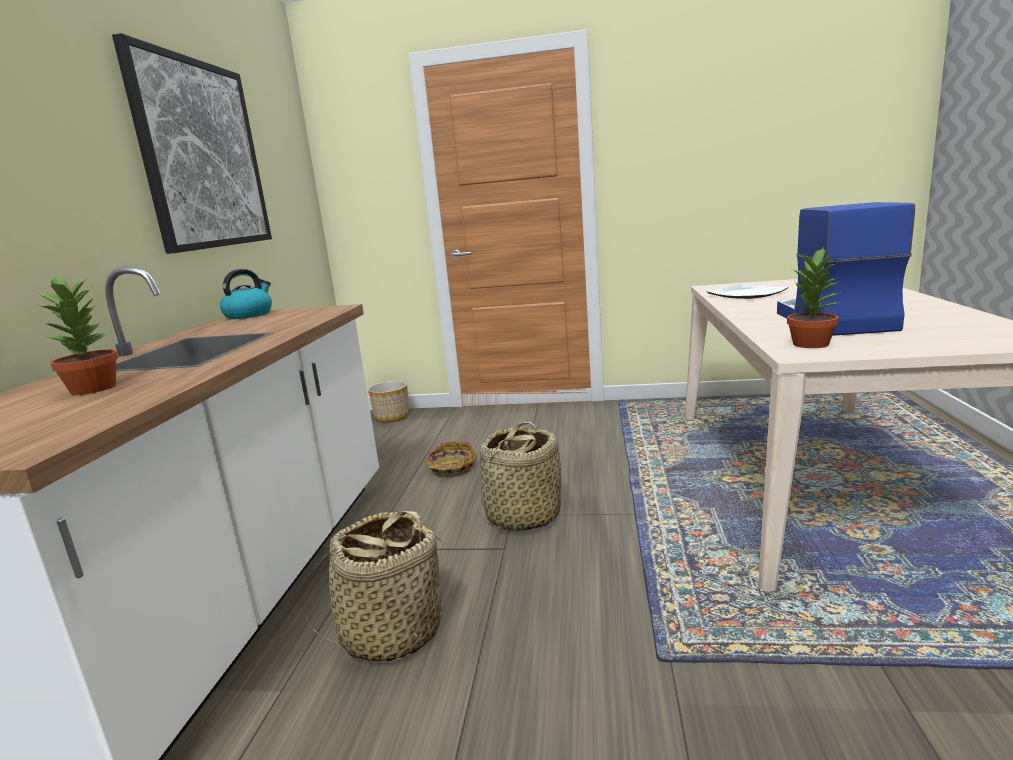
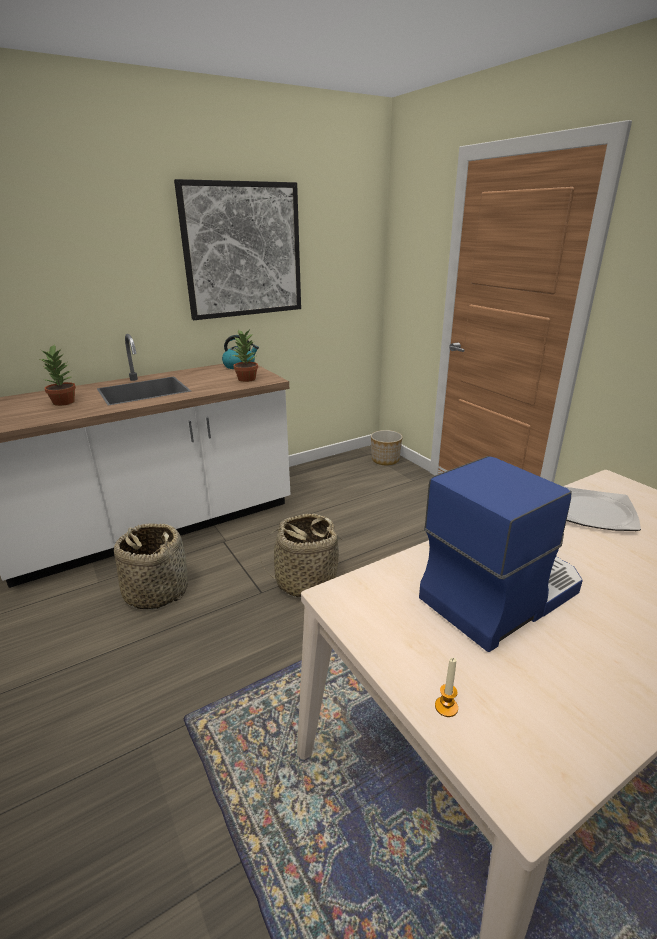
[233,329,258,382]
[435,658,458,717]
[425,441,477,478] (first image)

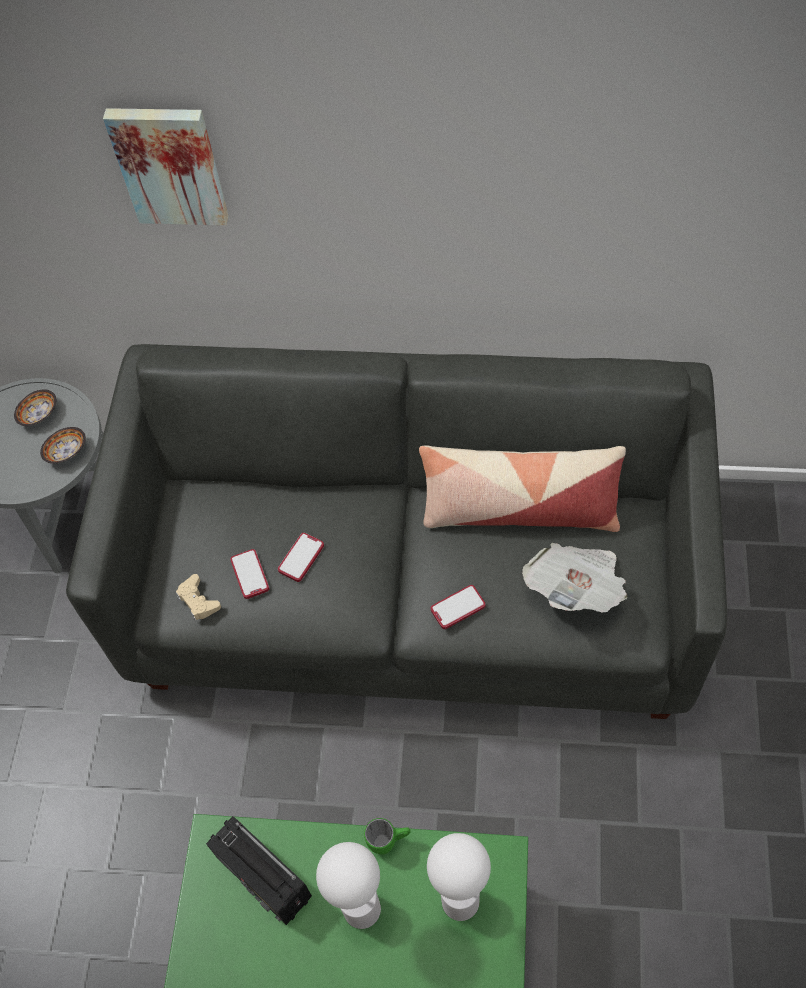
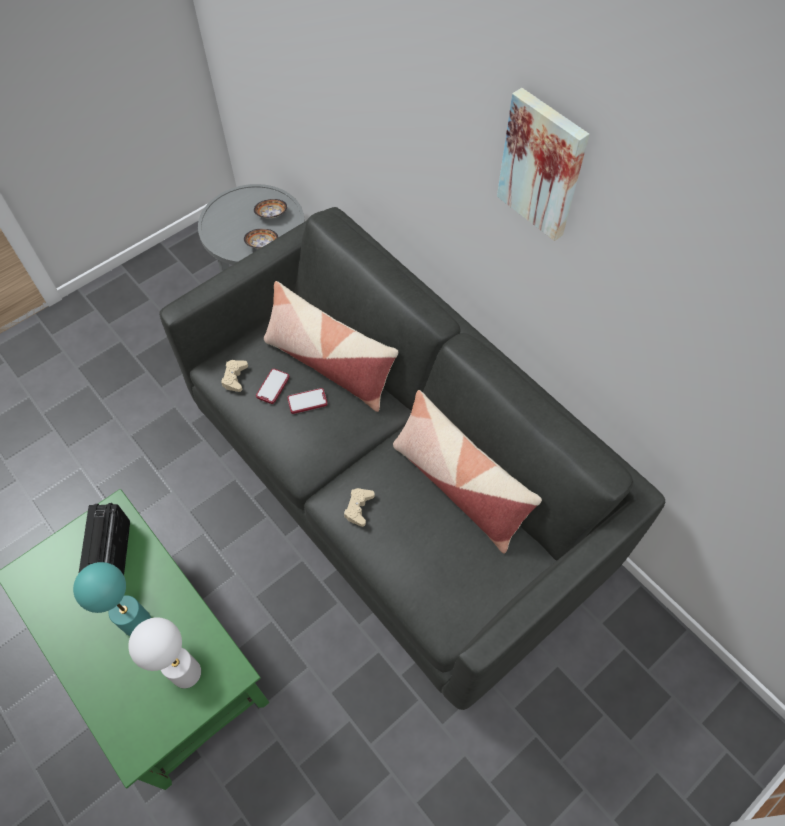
[73,562,151,636]
[264,281,398,412]
[344,488,375,527]
[497,88,590,241]
[364,818,411,855] (first image)
[522,543,628,613] (first image)

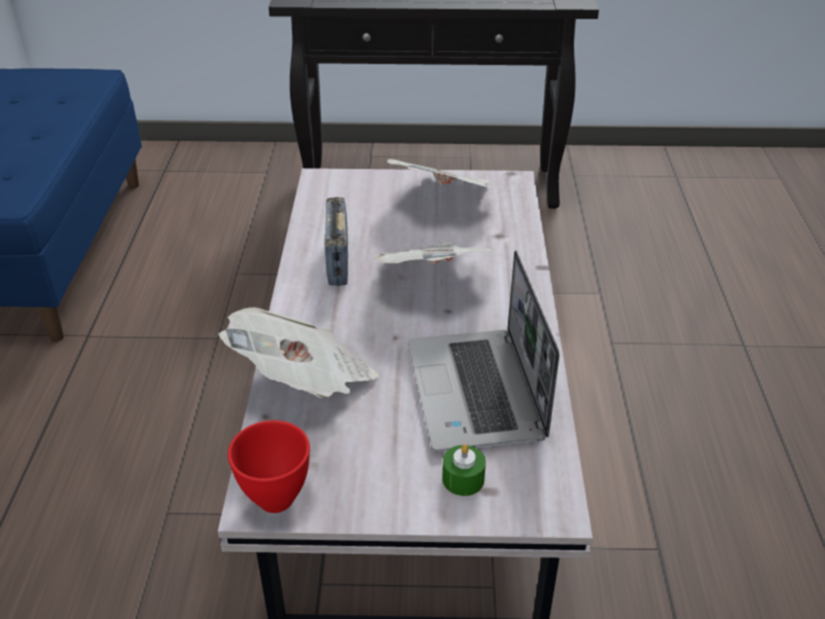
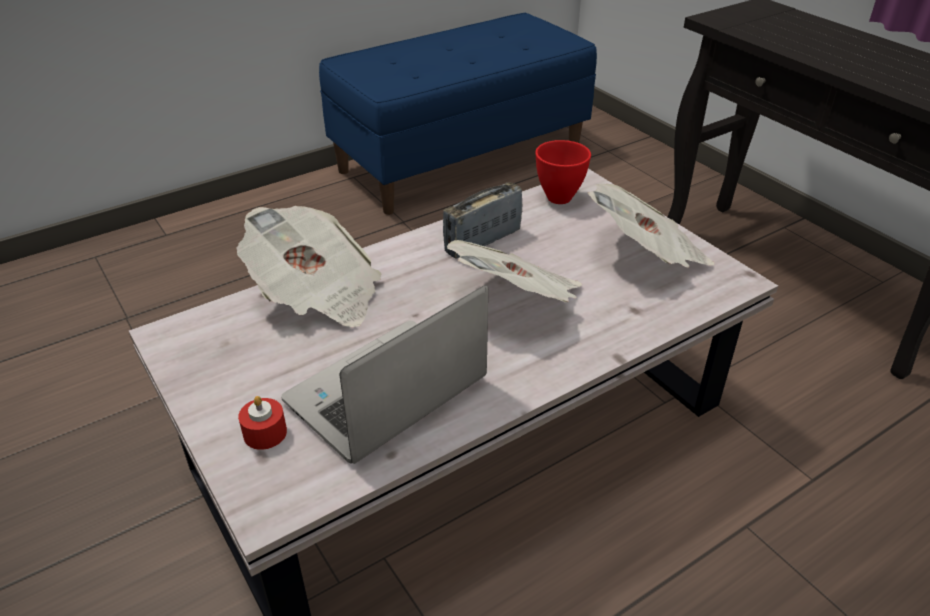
[238,396,287,450]
[535,140,591,204]

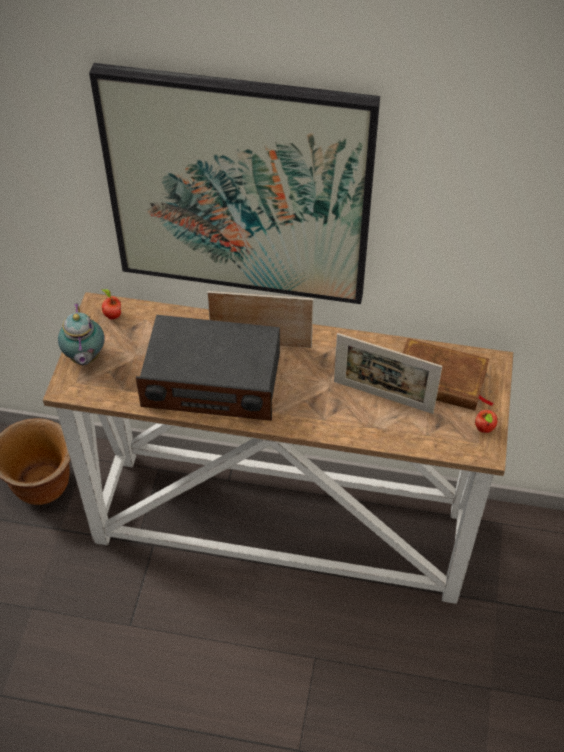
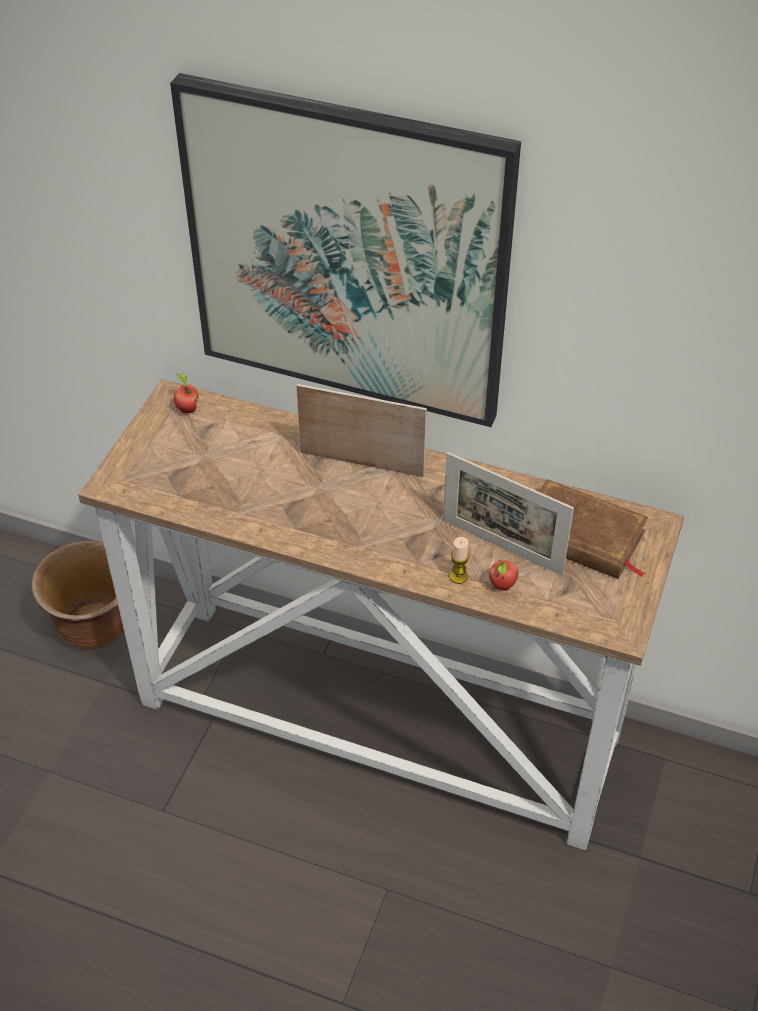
[450,537,470,584]
[489,560,518,591]
[58,303,104,365] (first image)
[136,315,280,421] (first image)

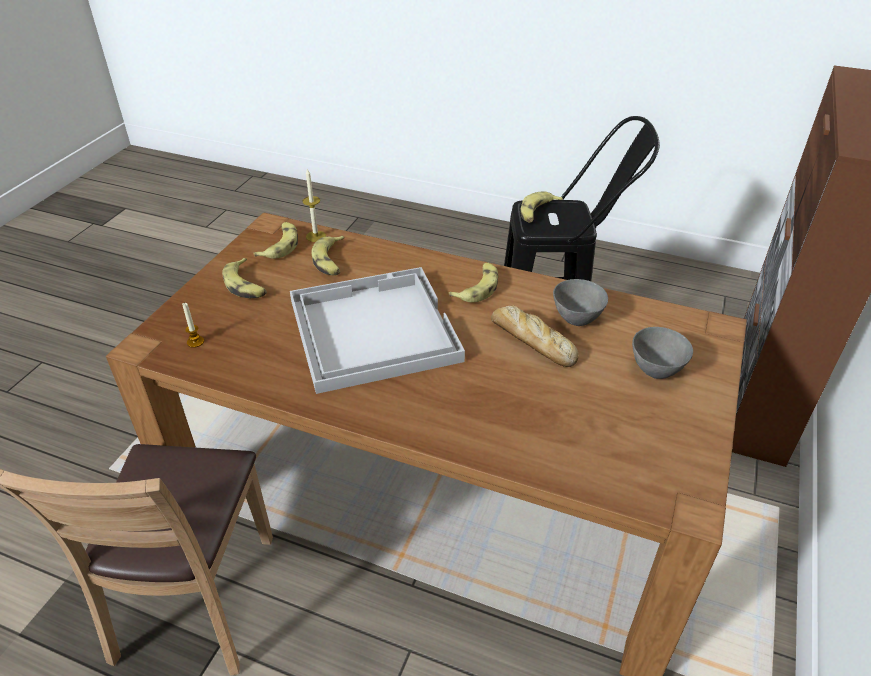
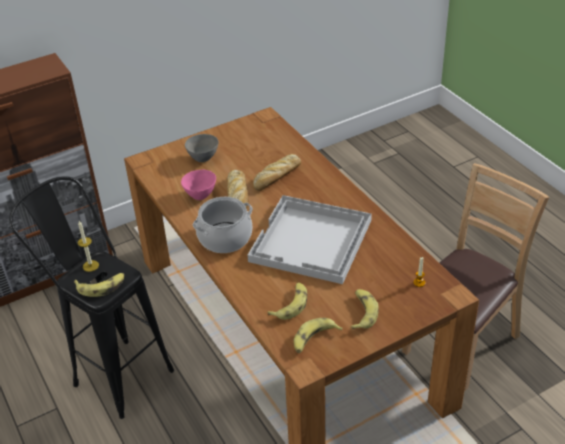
[78,221,99,272]
[181,170,216,200]
[193,197,253,253]
[253,154,301,191]

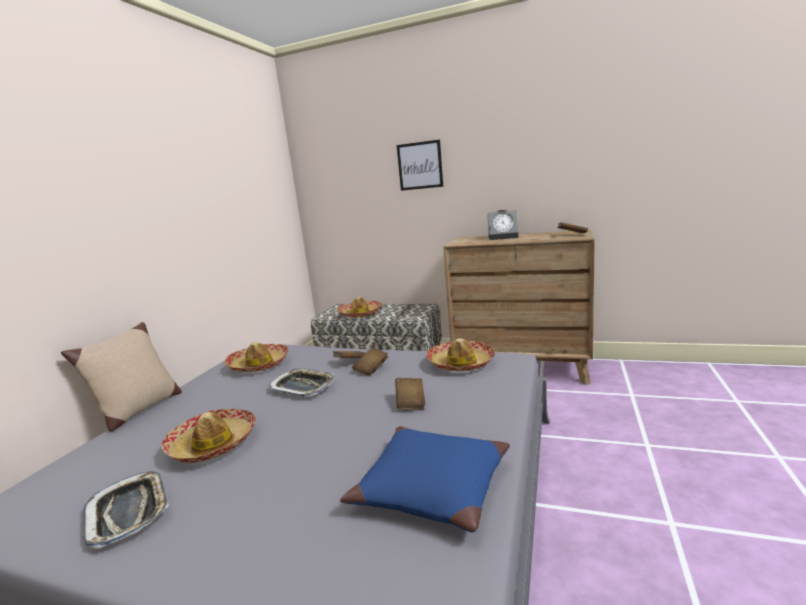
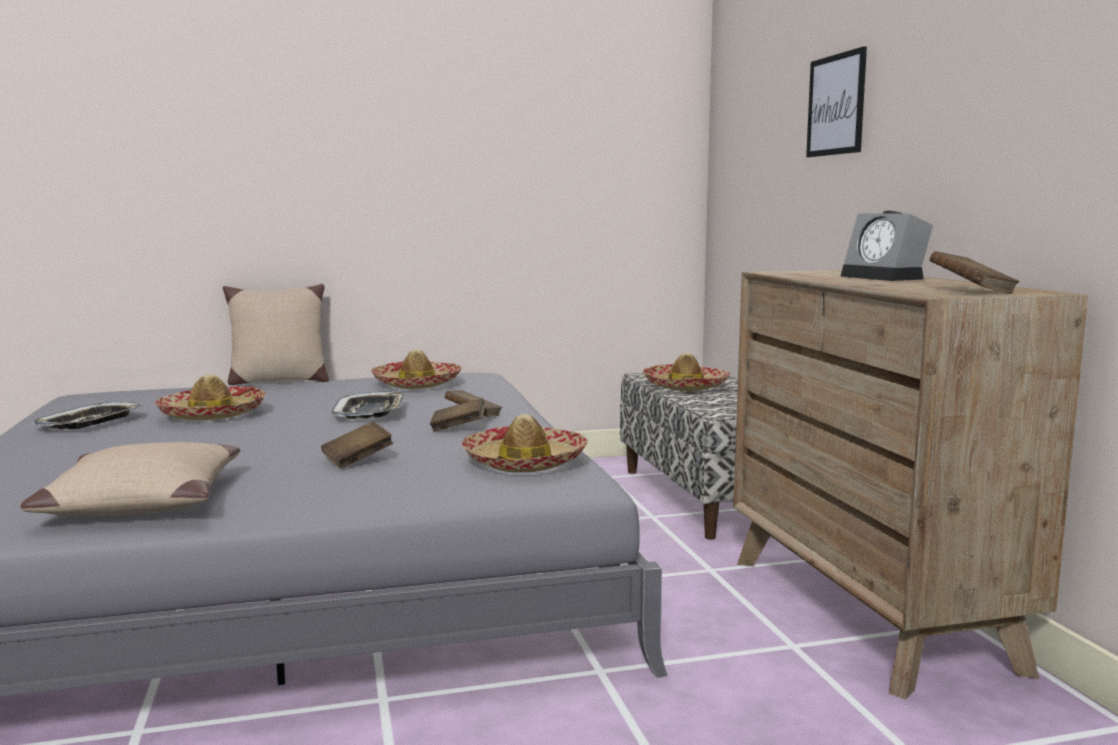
[21,442,240,516]

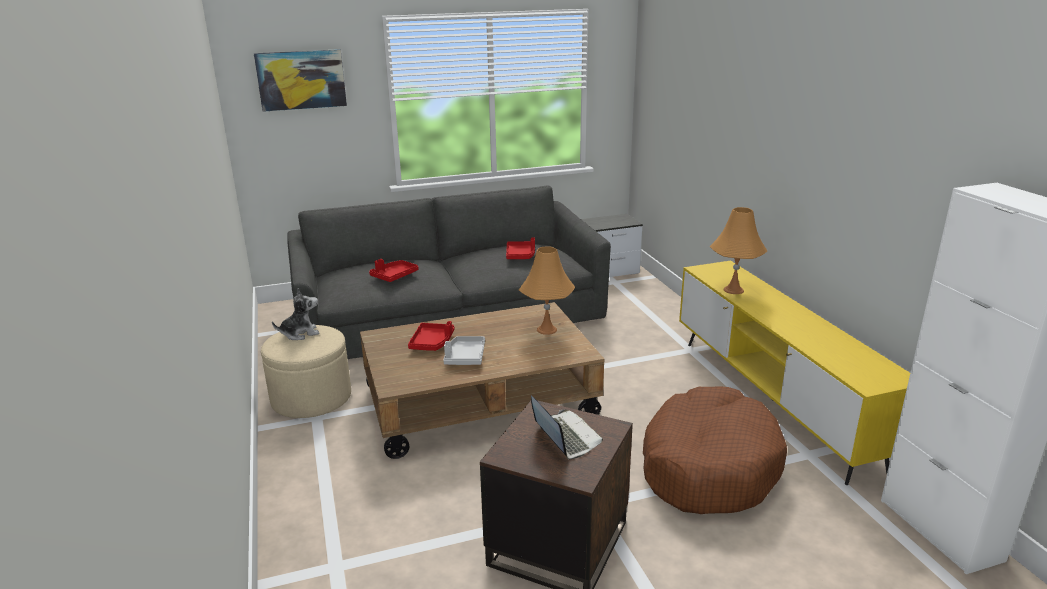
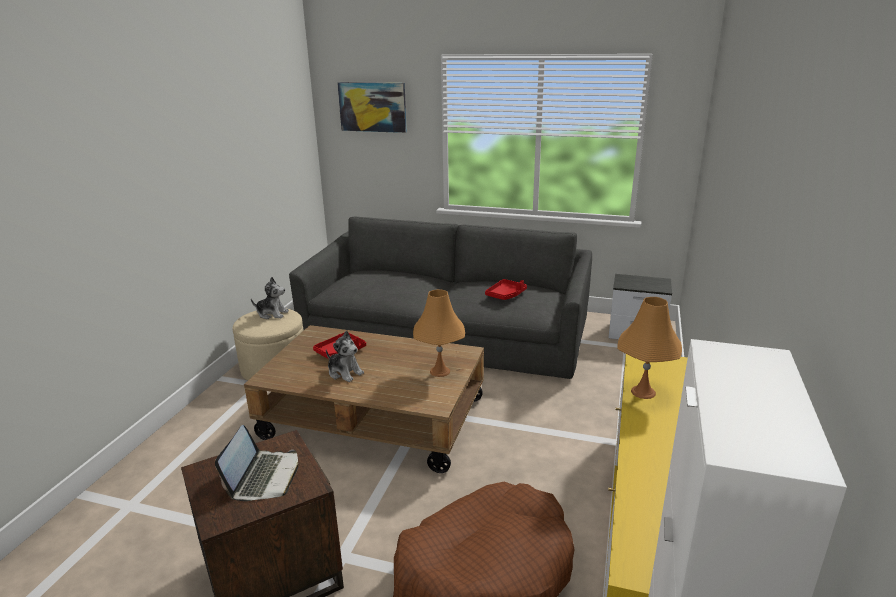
[326,331,364,382]
[369,259,419,282] (first image)

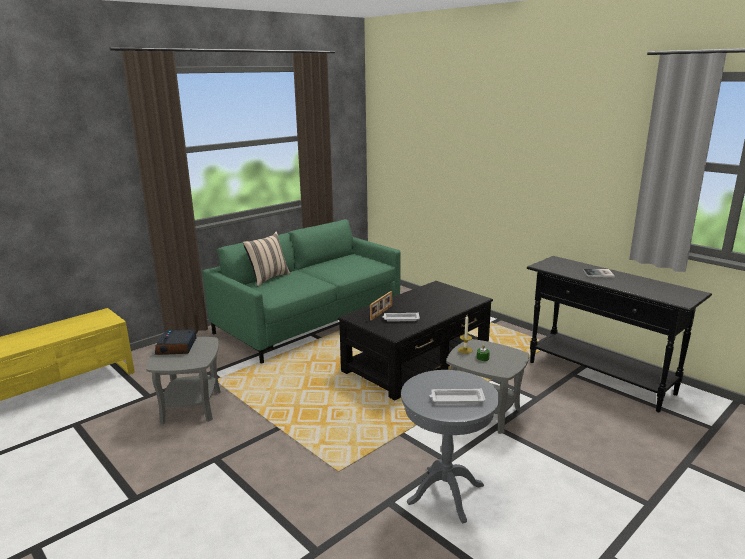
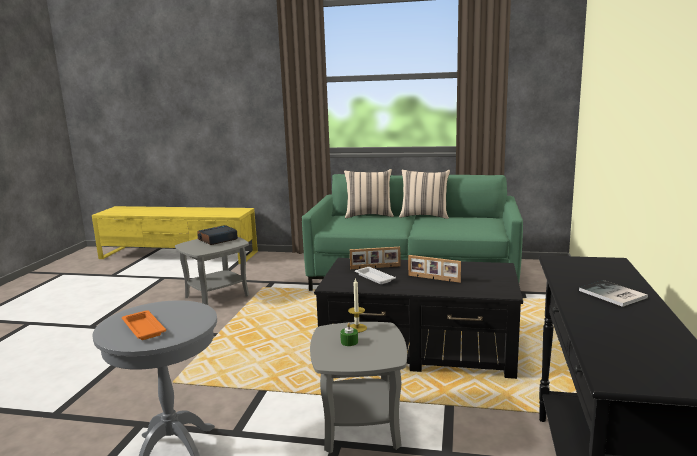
[122,310,166,340]
[399,170,450,219]
[408,255,461,283]

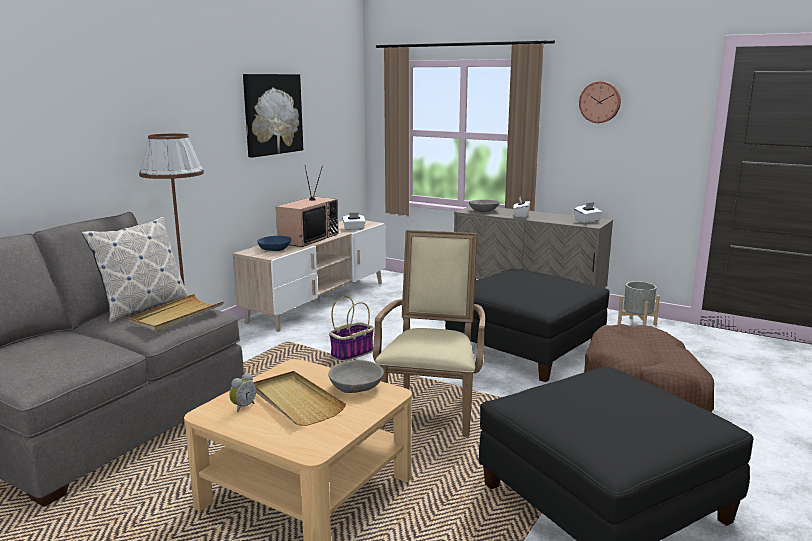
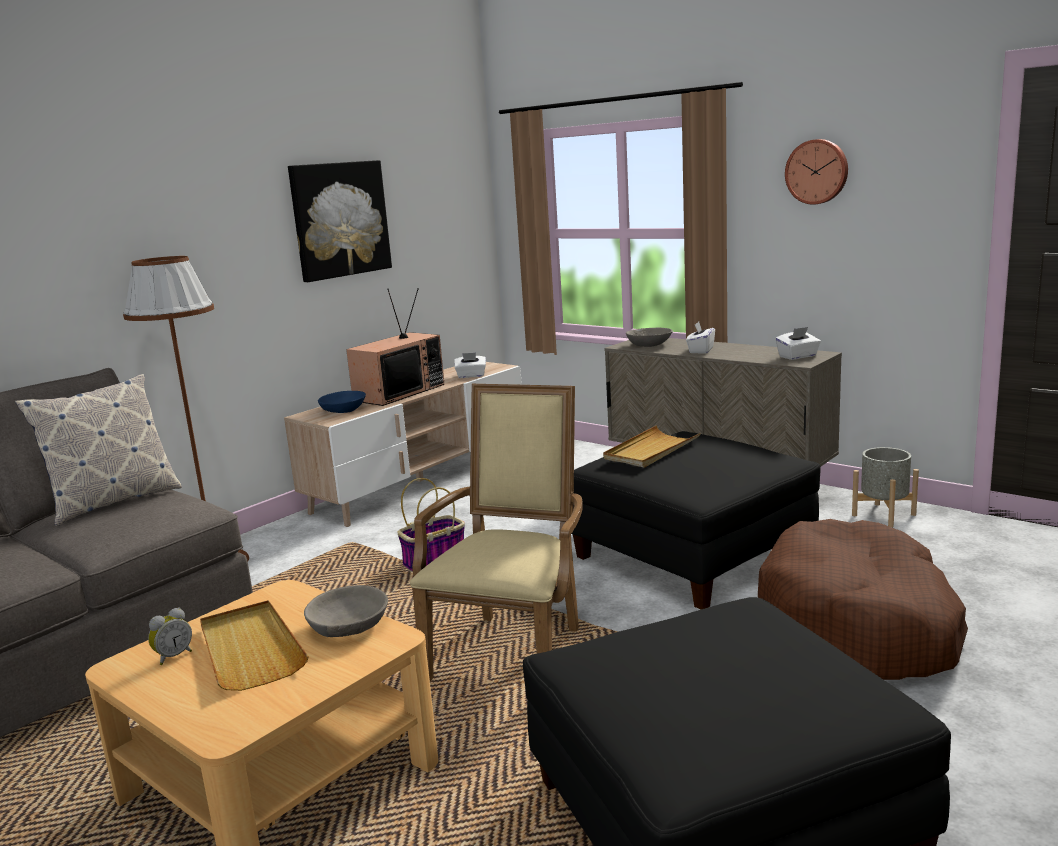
[603,425,701,468]

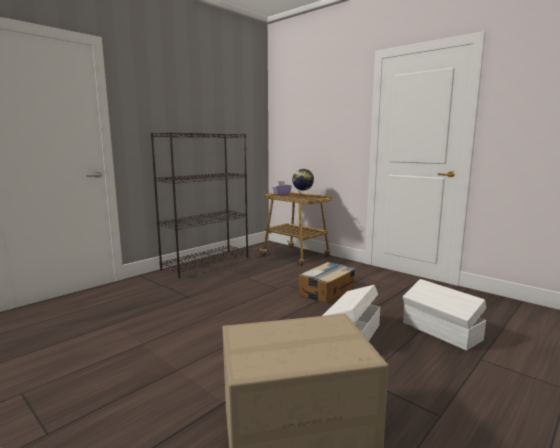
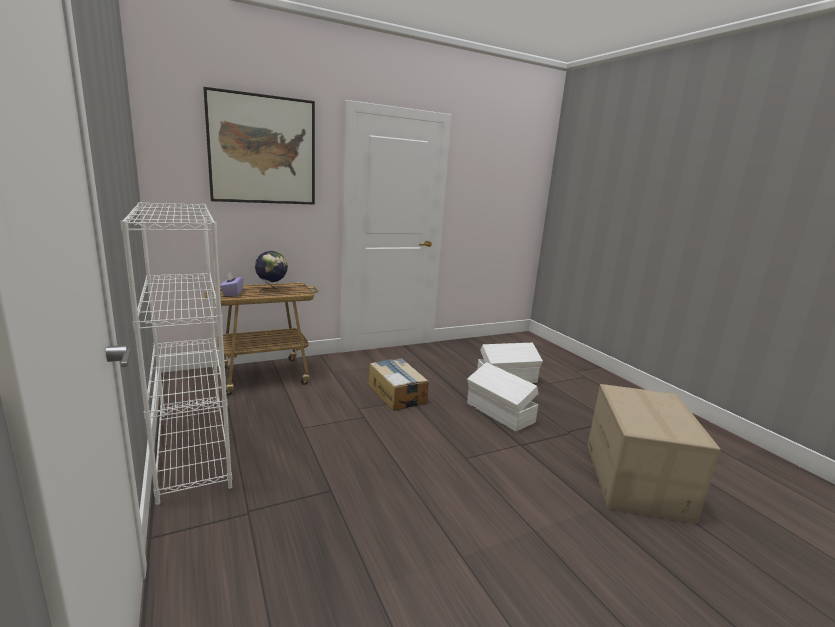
[120,202,232,505]
[203,87,315,205]

